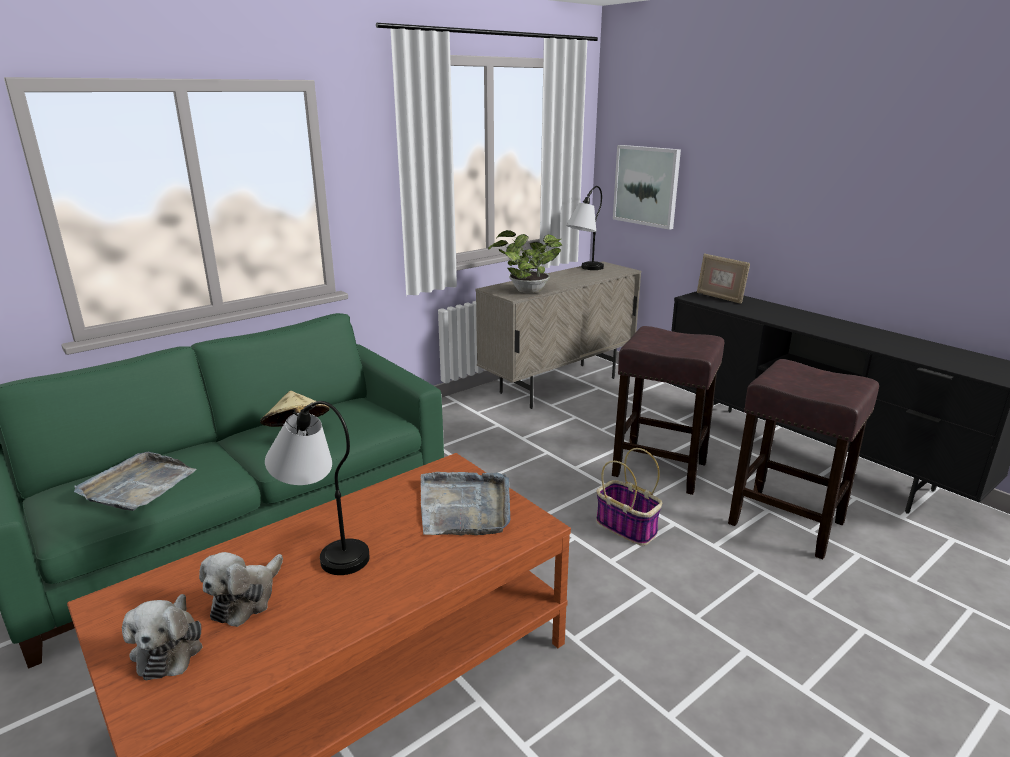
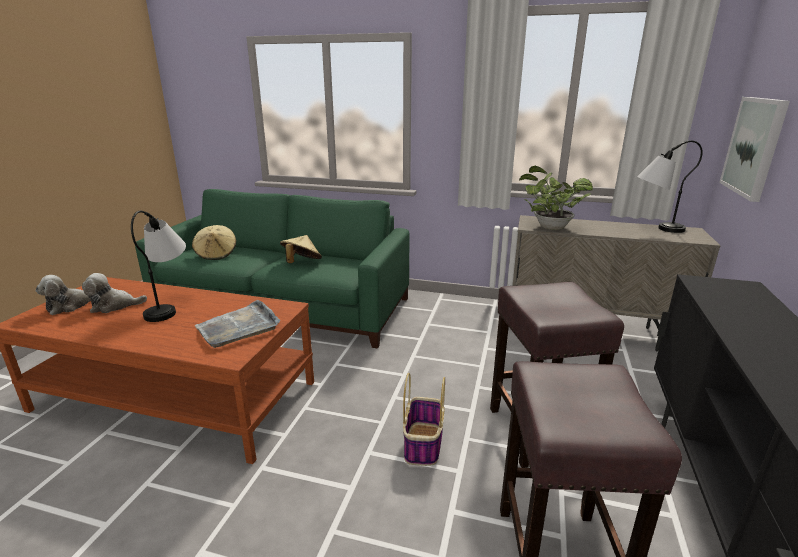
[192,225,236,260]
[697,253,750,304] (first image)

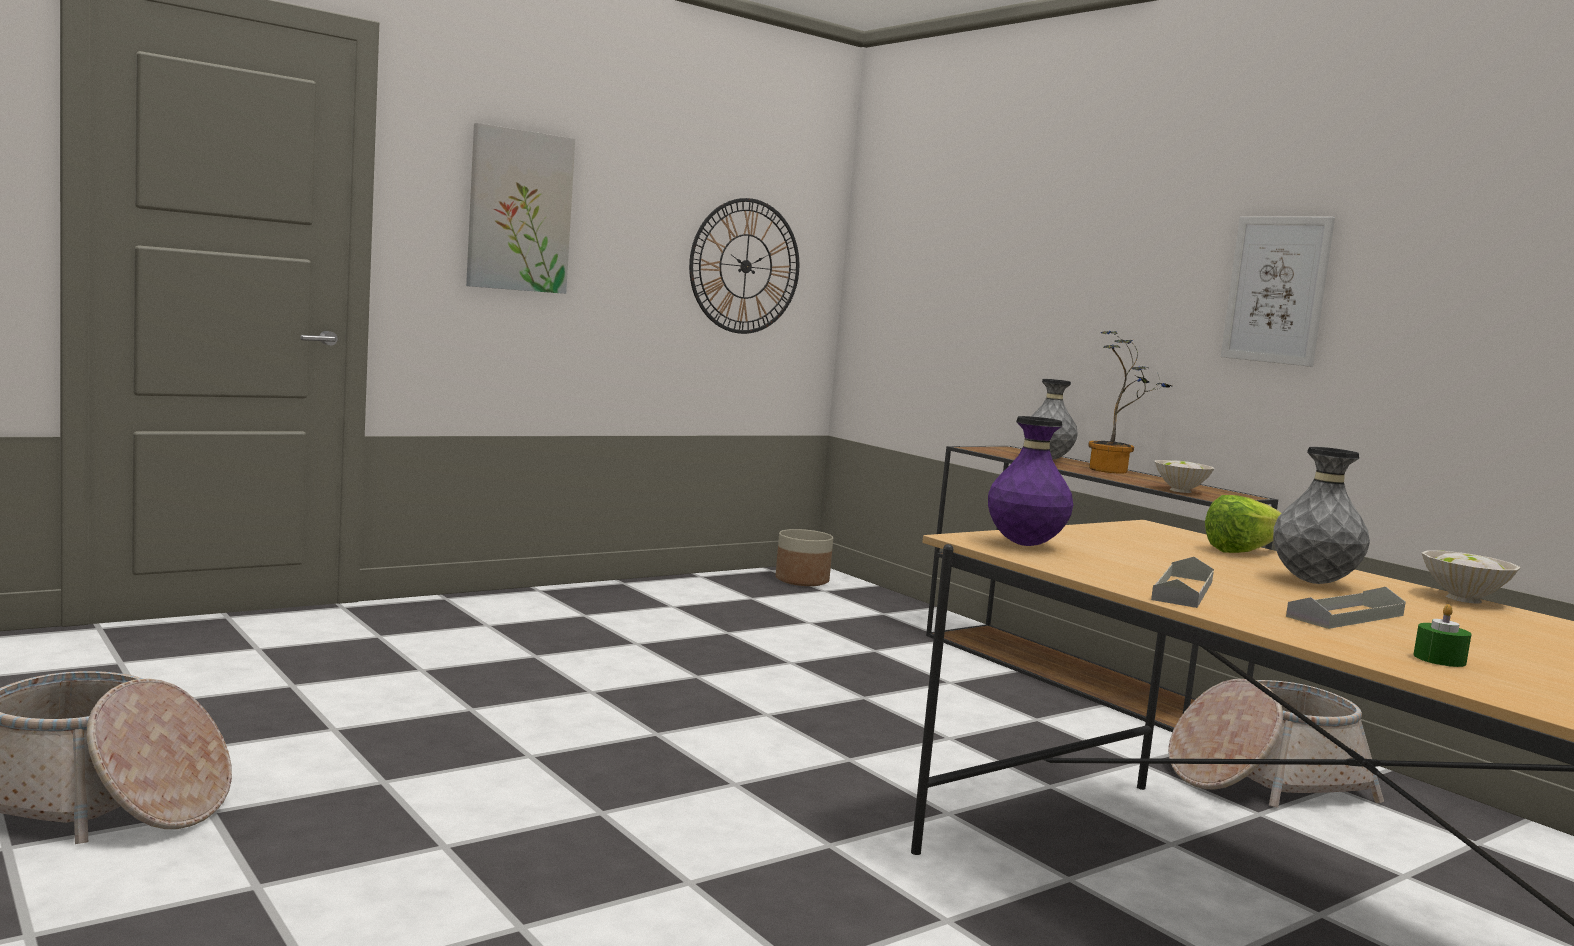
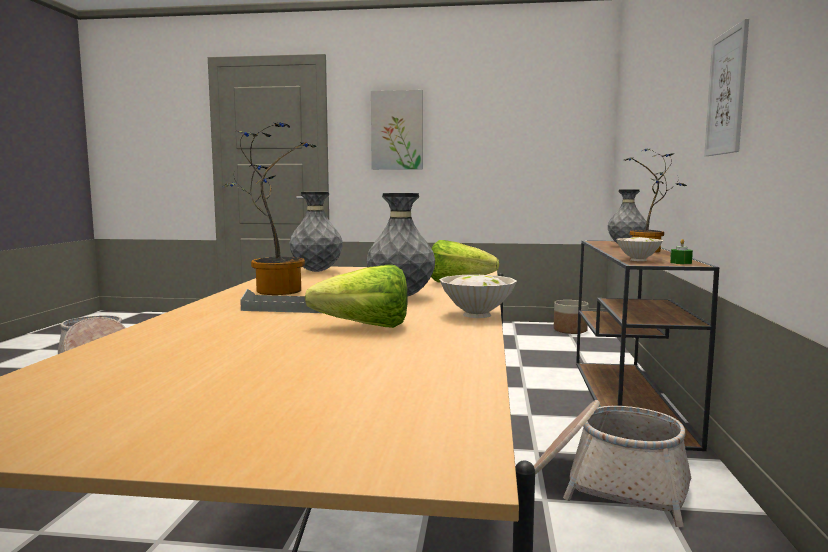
[222,123,316,295]
[289,192,343,272]
[305,265,408,328]
[670,239,693,264]
[689,198,799,334] (first image)

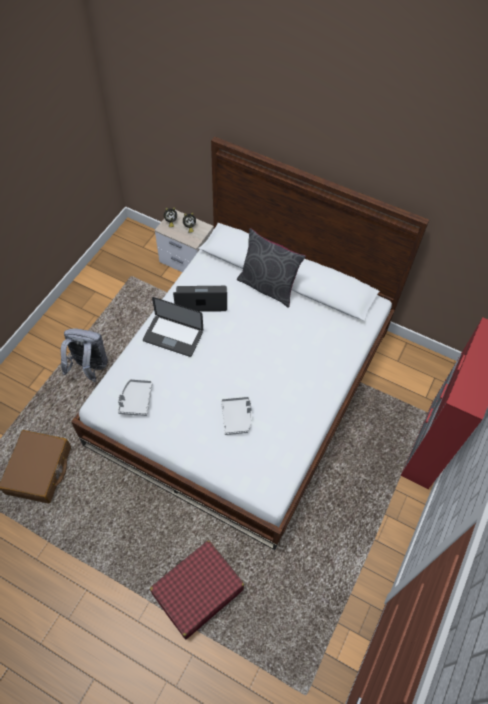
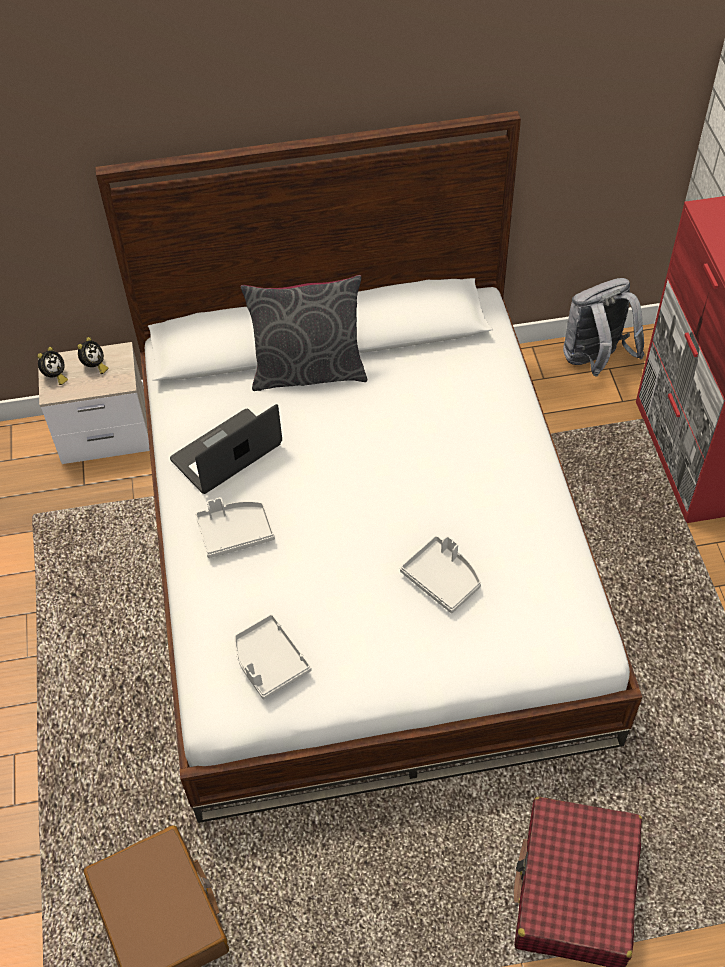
[195,497,275,558]
[563,278,645,376]

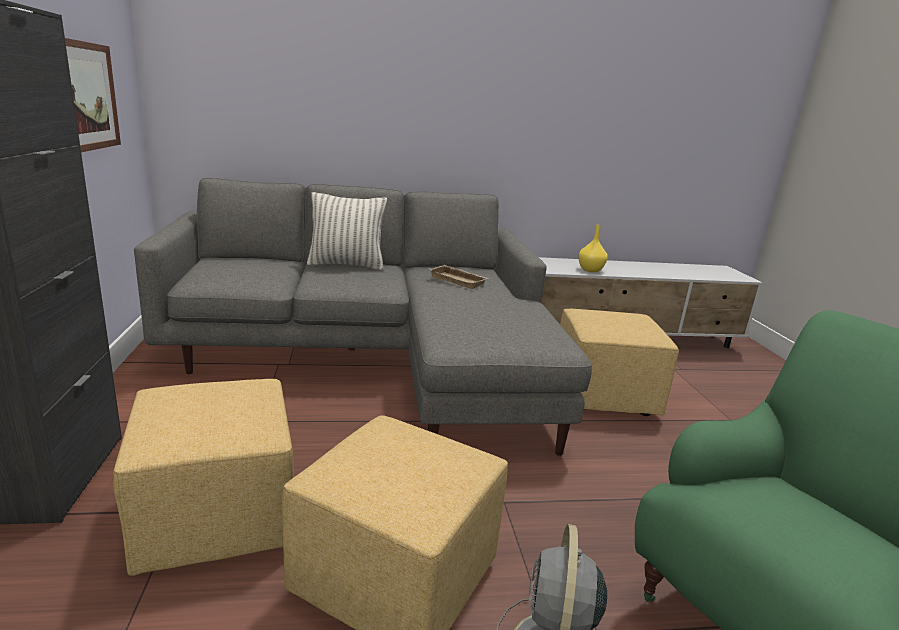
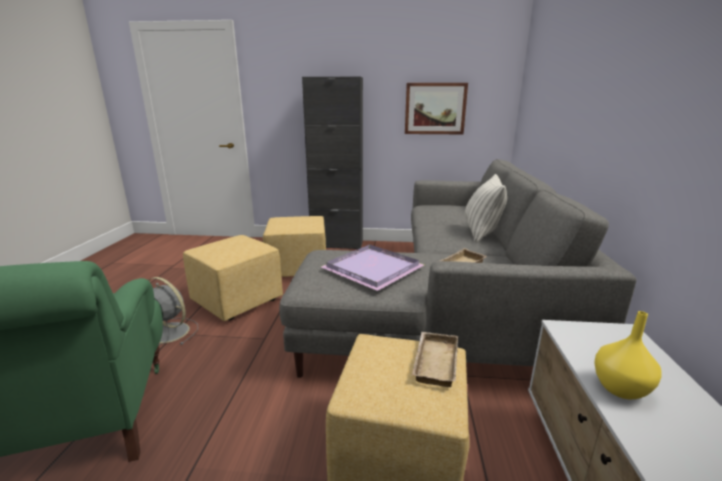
[321,245,424,291]
[412,332,458,387]

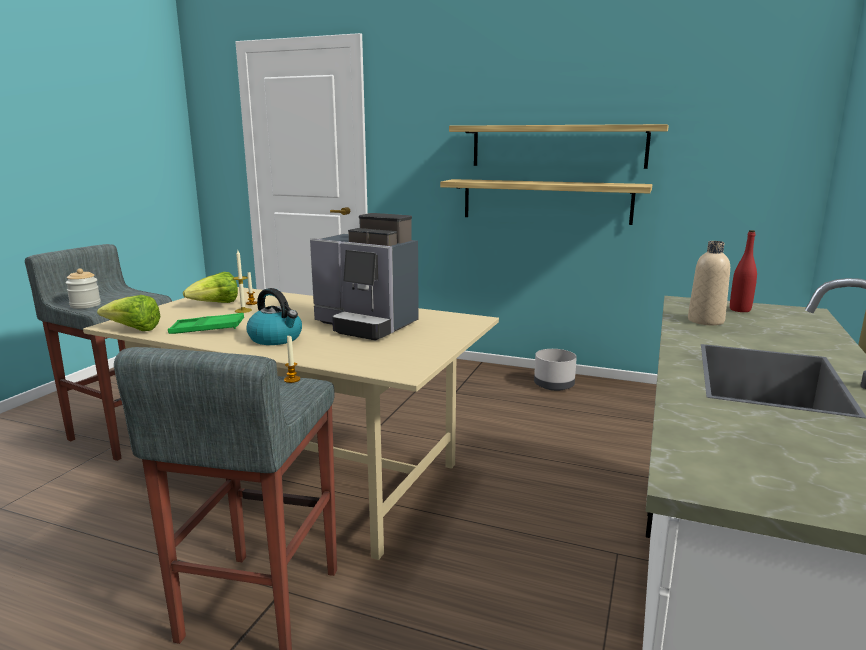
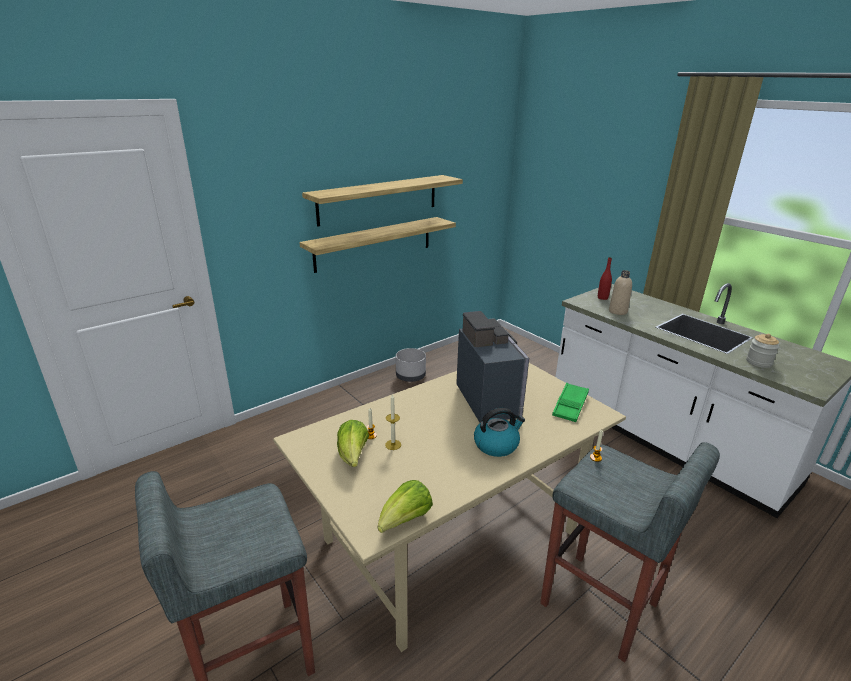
[456,311,529,423]
[552,383,589,422]
[746,334,779,368]

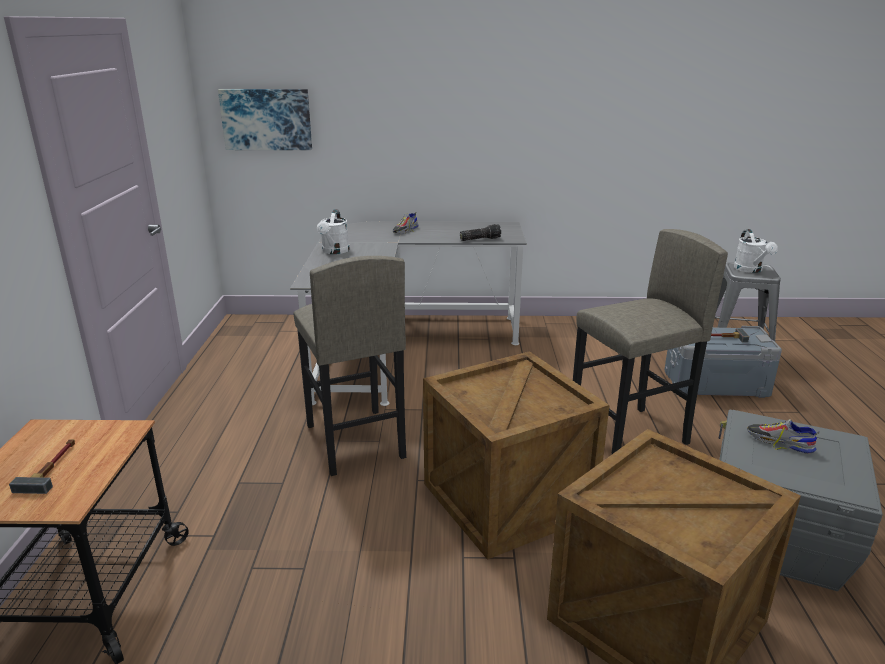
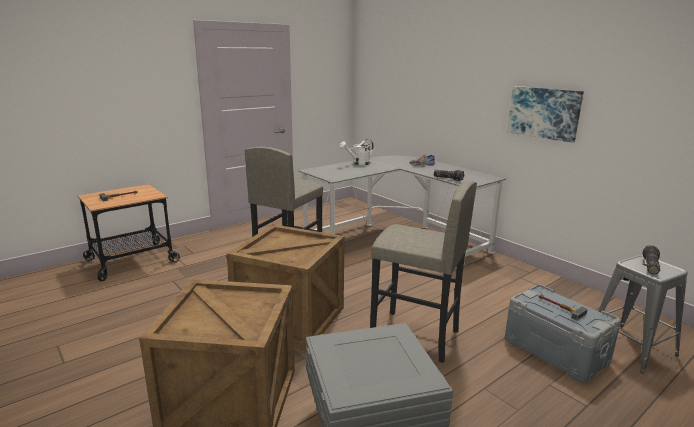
[507,86,584,143]
[642,245,660,274]
[747,419,820,454] (first image)

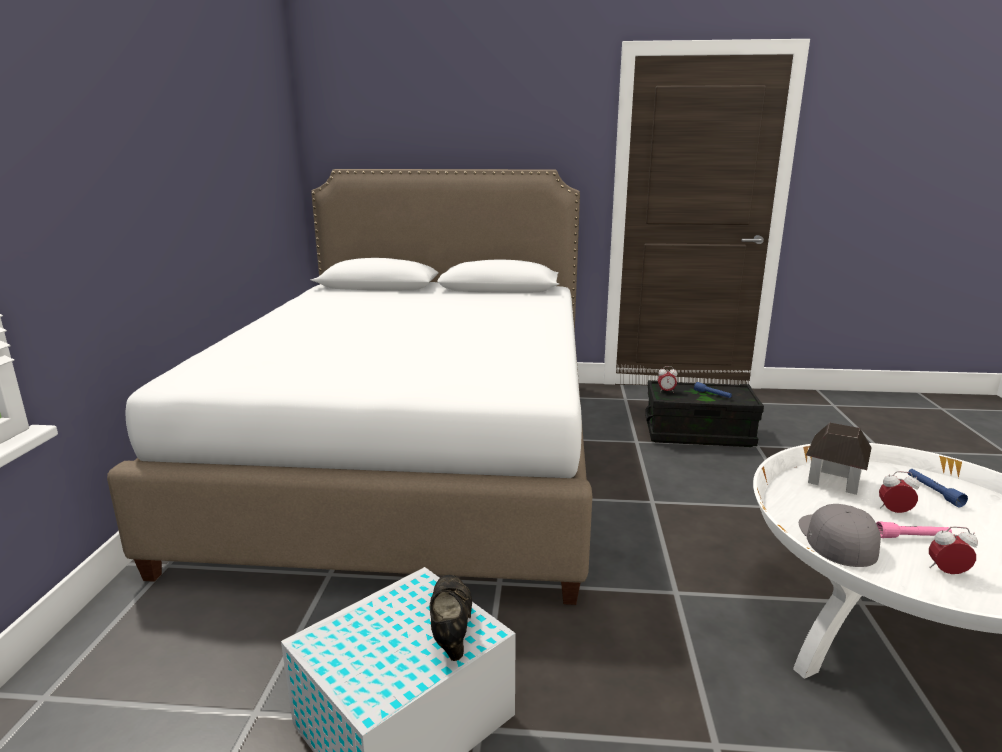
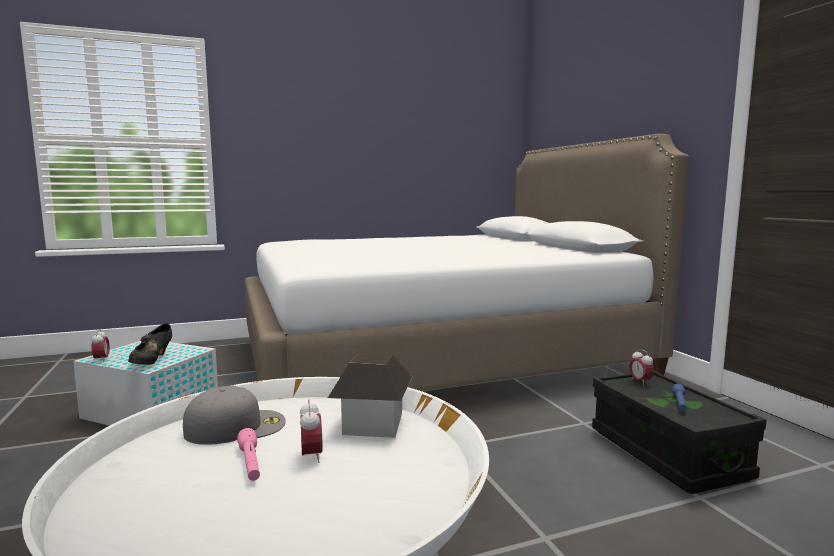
[91,329,110,362]
[128,323,172,365]
[908,469,968,507] (first image)

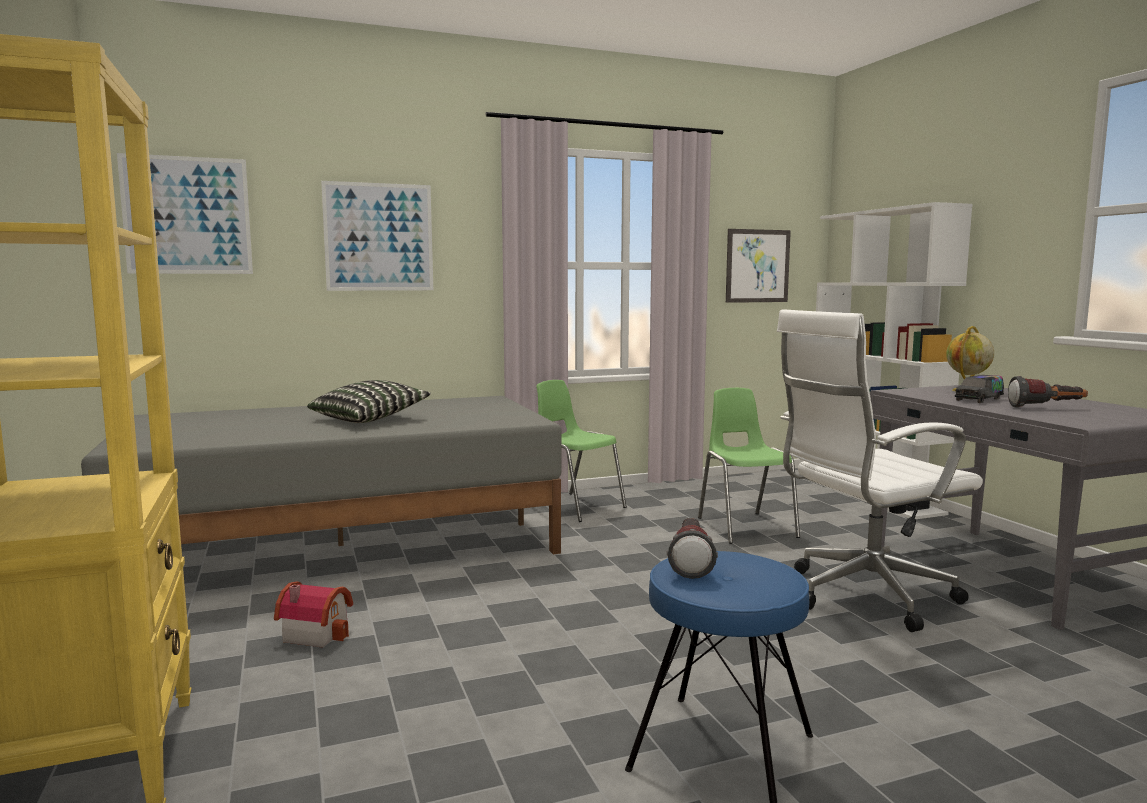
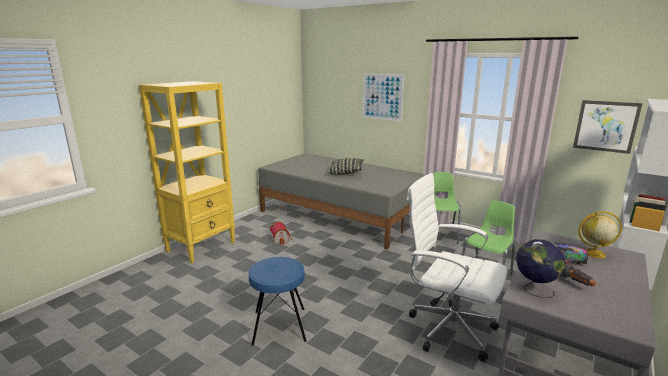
[516,239,565,298]
[117,153,253,274] (first image)
[667,518,718,579] (first image)

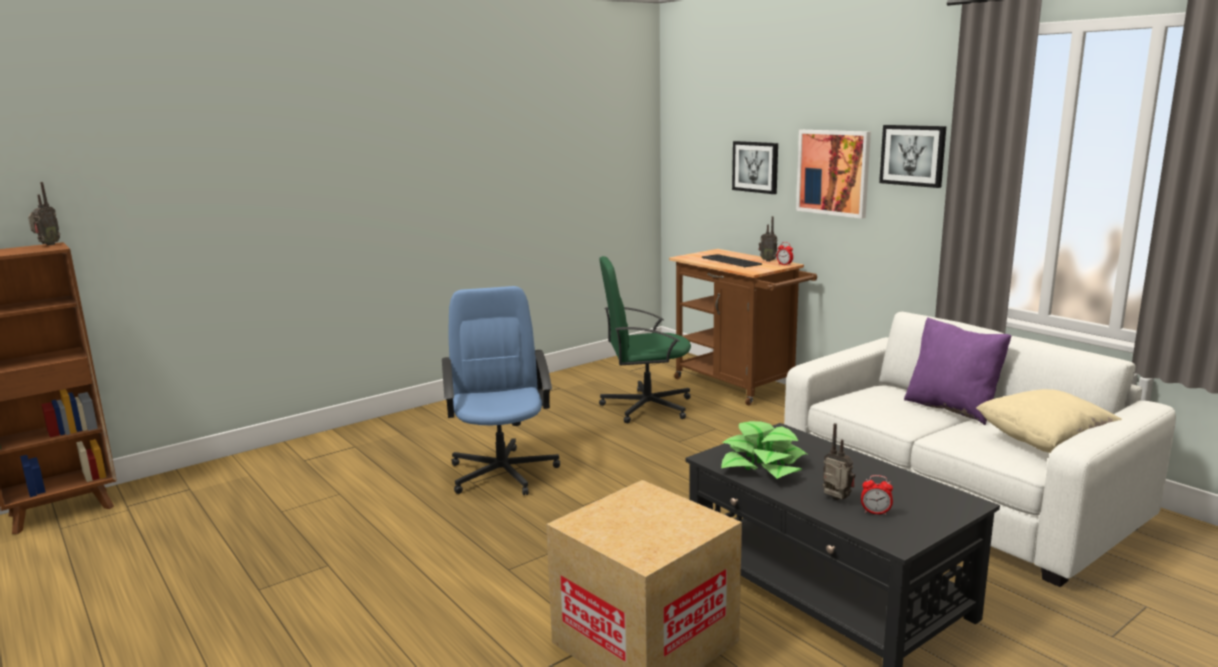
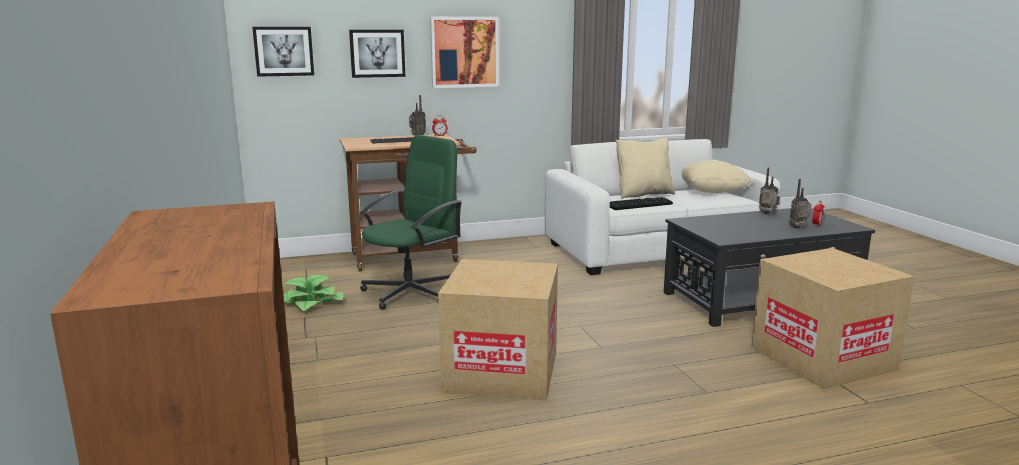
[252,27,314,77]
[283,275,344,311]
[360,135,462,310]
[438,259,558,401]
[610,197,673,210]
[616,137,675,199]
[759,167,780,214]

